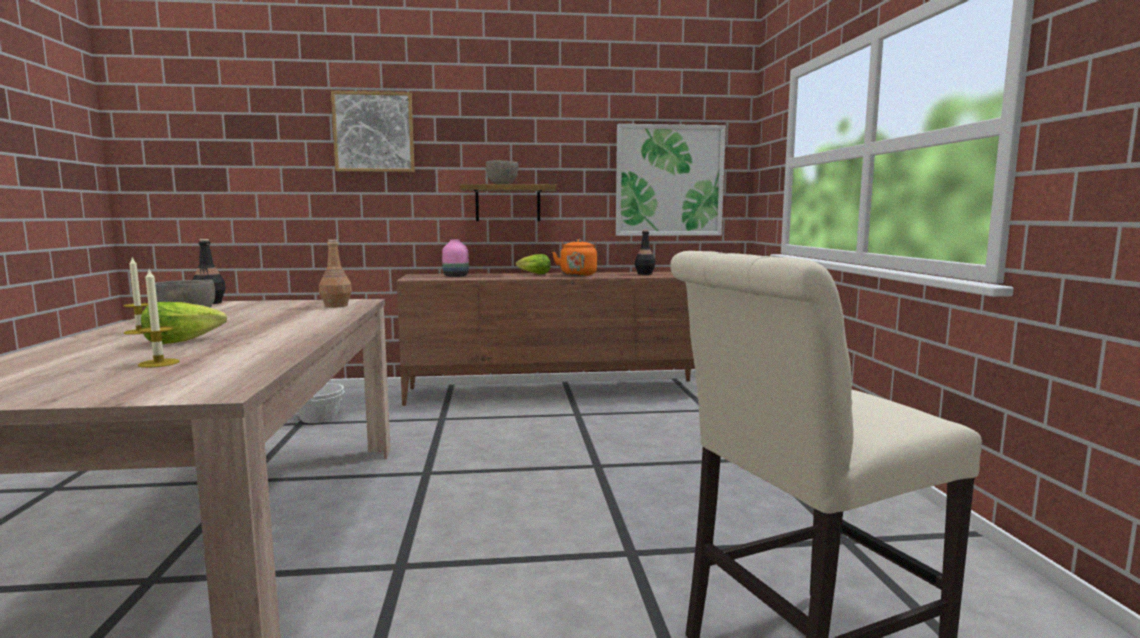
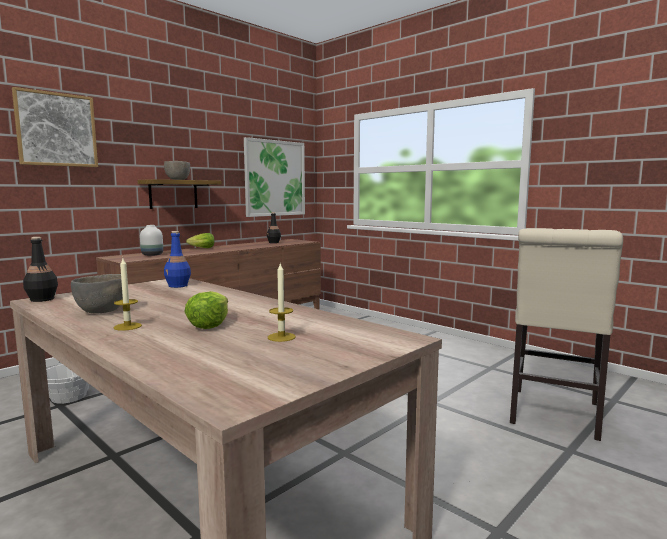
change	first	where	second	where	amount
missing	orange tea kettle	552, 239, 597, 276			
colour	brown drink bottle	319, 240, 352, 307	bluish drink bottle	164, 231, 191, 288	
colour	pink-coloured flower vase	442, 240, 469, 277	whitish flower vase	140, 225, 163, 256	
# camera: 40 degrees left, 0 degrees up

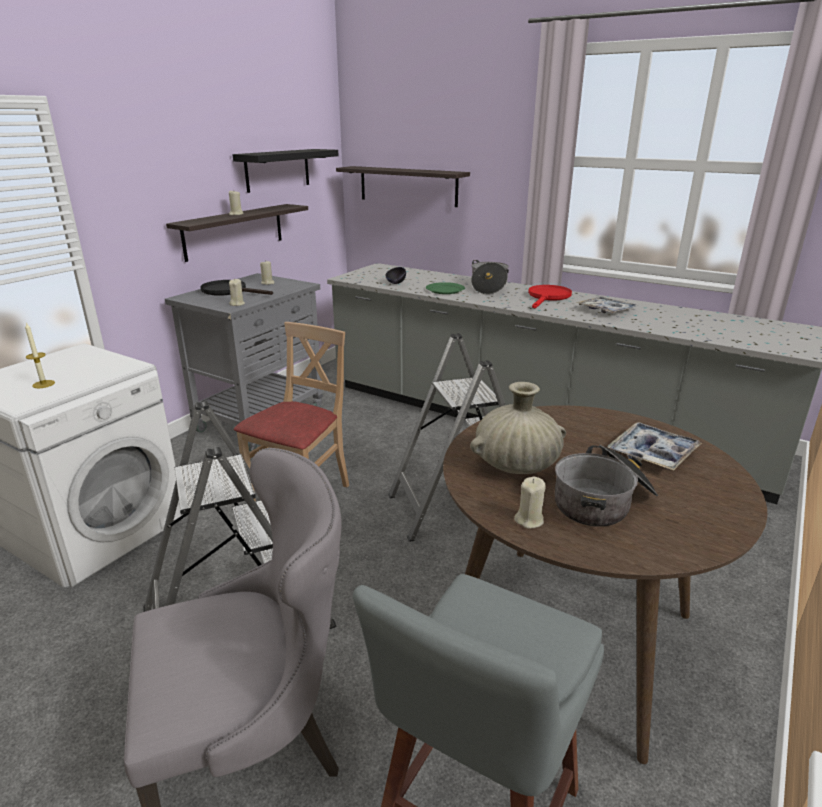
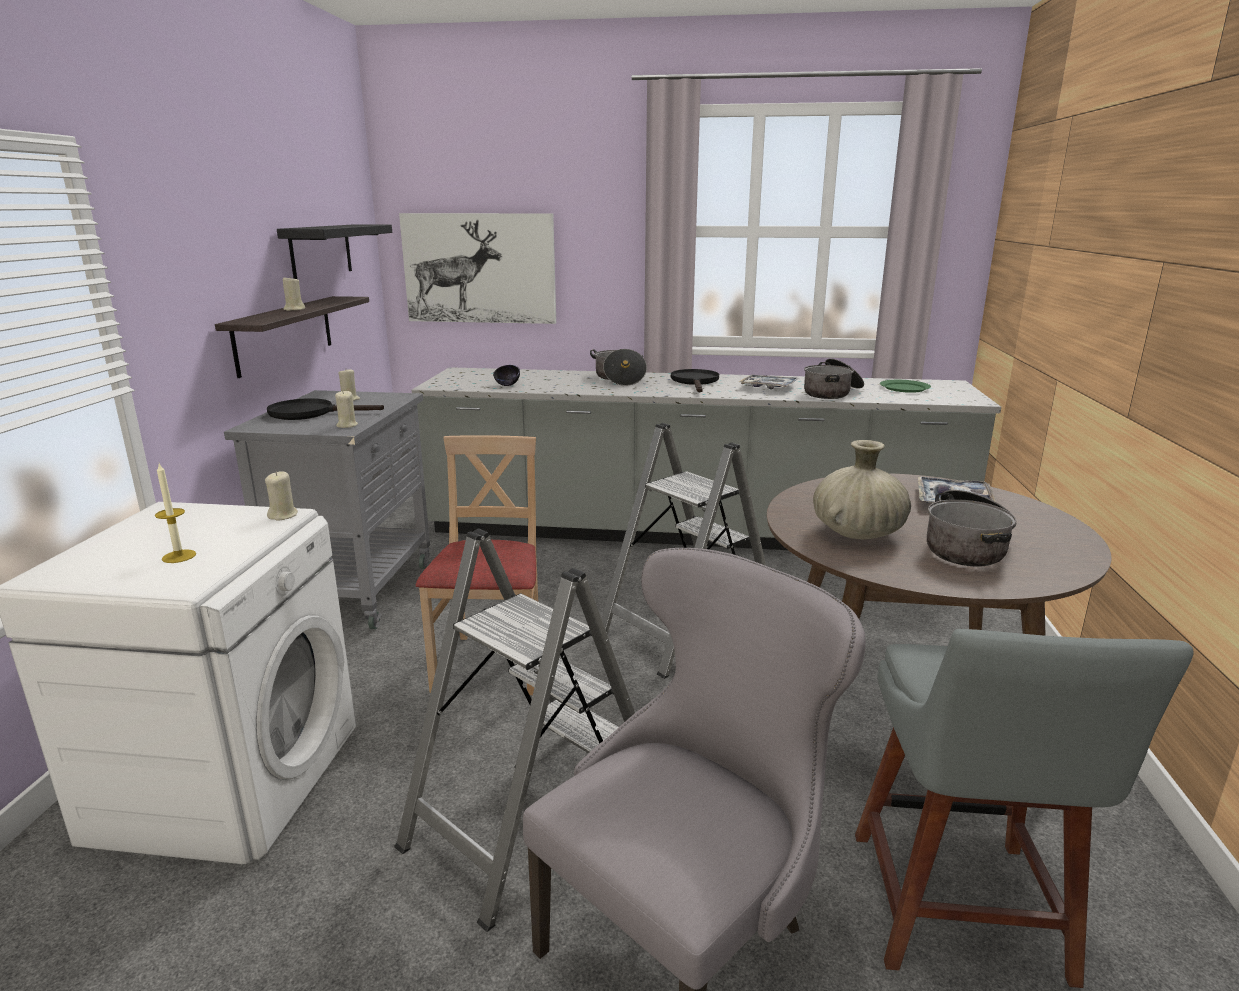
change	first	where	second	where	amount
appeared			saucepot	804, 358, 864, 399	
relocated	green-coloured dinner plate	426, 282, 465, 294		880, 380, 931, 393	
relocated	beige wax candle	514, 477, 546, 529		265, 471, 298, 520	
exchanged	wall shelf	336, 166, 470, 207	picture	399, 213, 556, 324	
colour	red pan	528, 285, 572, 308	black pan	671, 369, 719, 393	
# camera: 25 degrees left, 5 degrees down

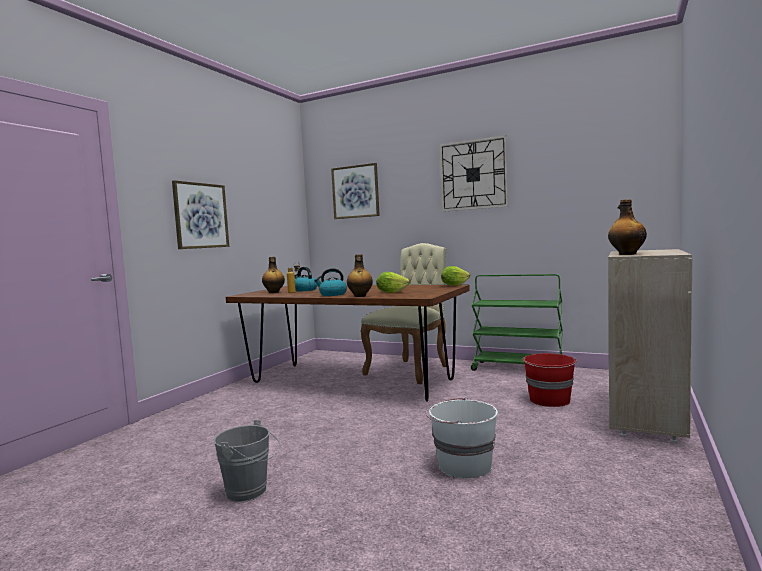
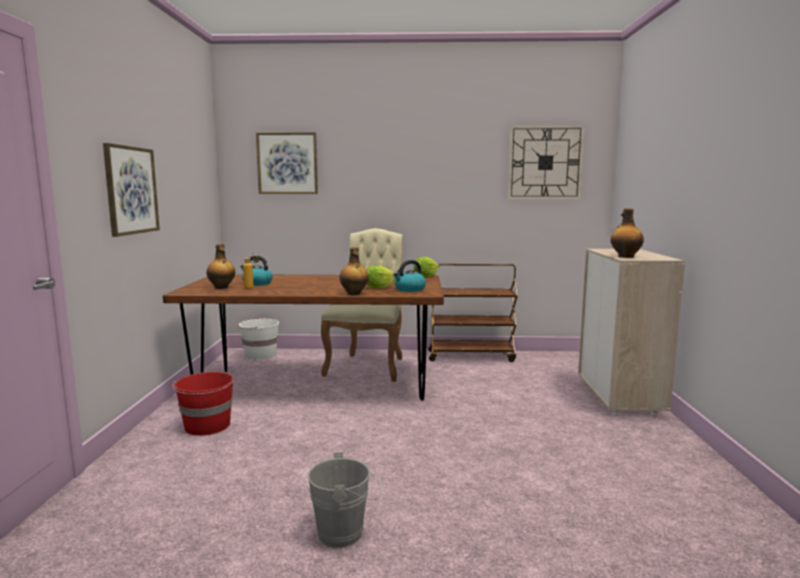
change	first	where	second	where	amount
relocated	tea kettle	314, 268, 347, 296		393, 260, 426, 292	
relocated	whitish pail	426, 397, 498, 479		237, 317, 279, 360	
relocated	wall clock	439, 135, 509, 212		508, 125, 585, 199	
relocated	red pail	523, 353, 577, 407		172, 372, 234, 436	
colour	green-coloured wheeled cart	471, 274, 563, 371	brown wheeled cart	428, 264, 518, 362	
# camera: 25 degrees left, 5 degrees up

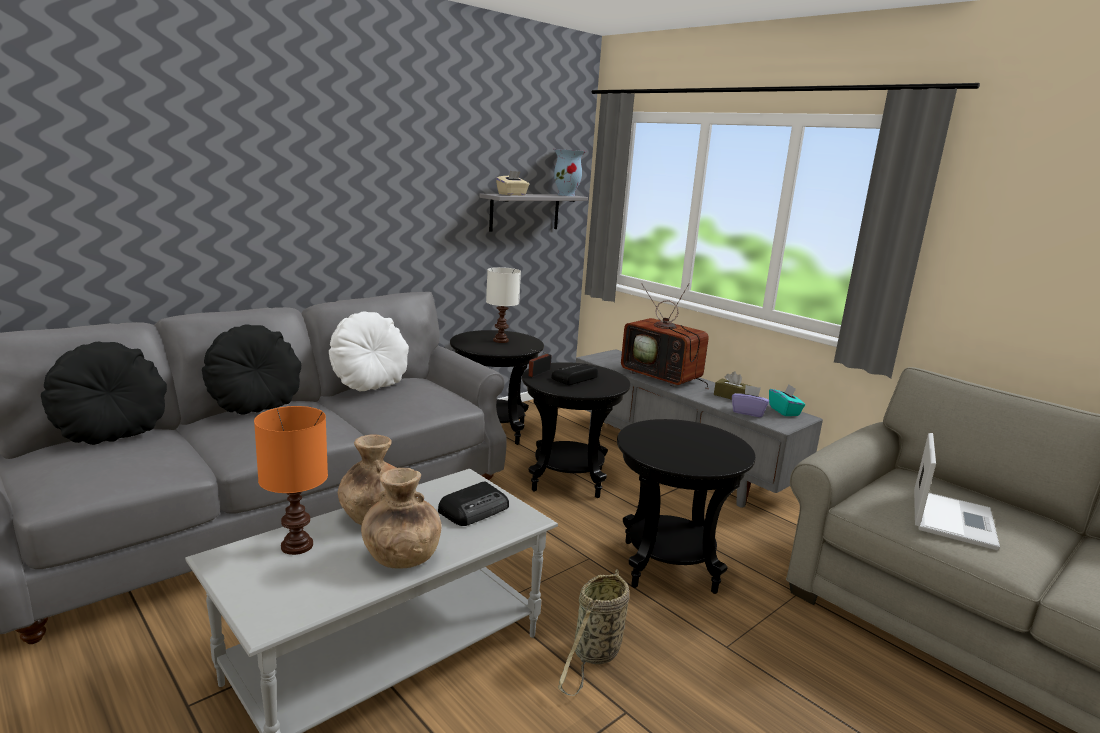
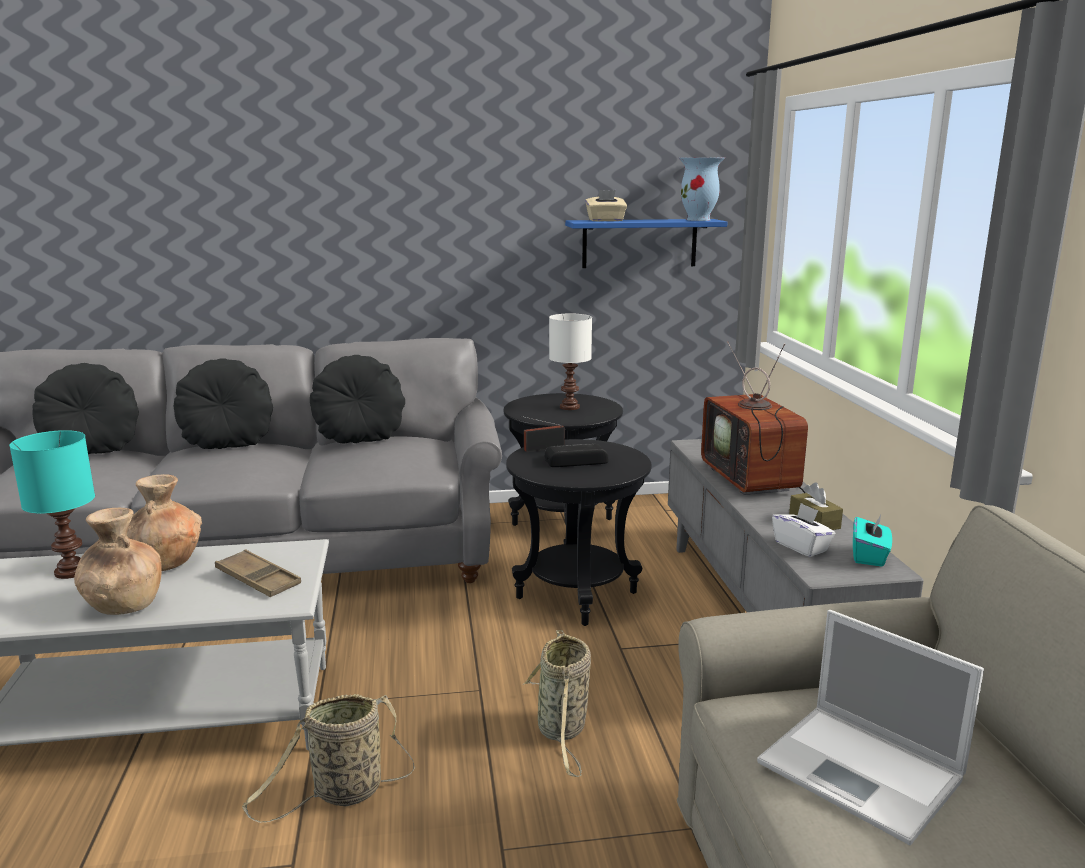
change	first	where	second	where	amount
exchanged	radio	438, 481, 509, 526	brown serving tray	215, 549, 301, 597	
exchanged	black end table	617, 419, 756, 594	storage basket	523, 630, 591, 777	
colour	orange tabletop lamp	254, 406, 328, 555	turquoise tabletop lamp	9, 430, 95, 579	
colour	whitish throw pillow	329, 311, 409, 391	black throw pillow	310, 355, 405, 443	
colour	grey wall shelf	479, 194, 588, 231	bluish wall shelf	565, 219, 727, 268	
colour	purple-coloured tissue holder	732, 385, 769, 417	whitish tissue holder	772, 503, 836, 557	
spun	portable computer	914, 433, 1000, 550		757, 610, 984, 845	75 degrees clockwise
# camera: 35 degrees right, 0 degrees up

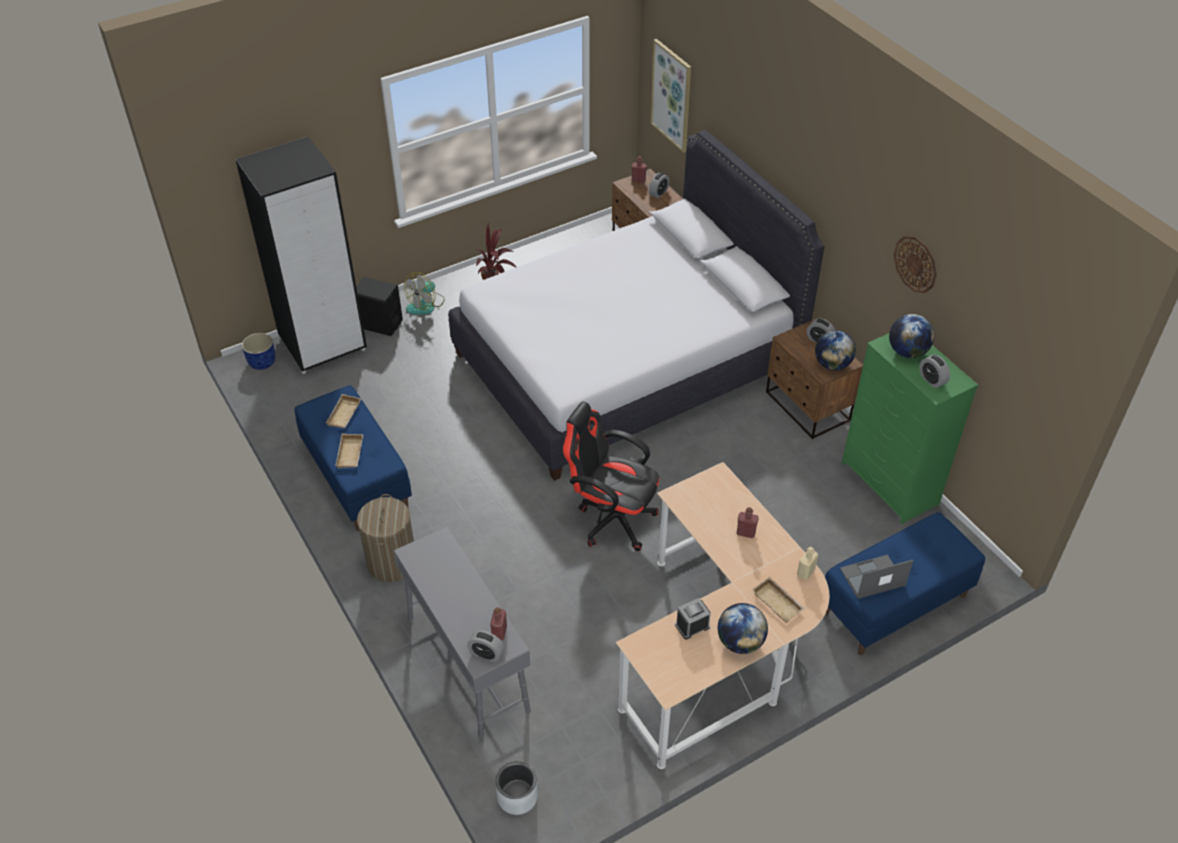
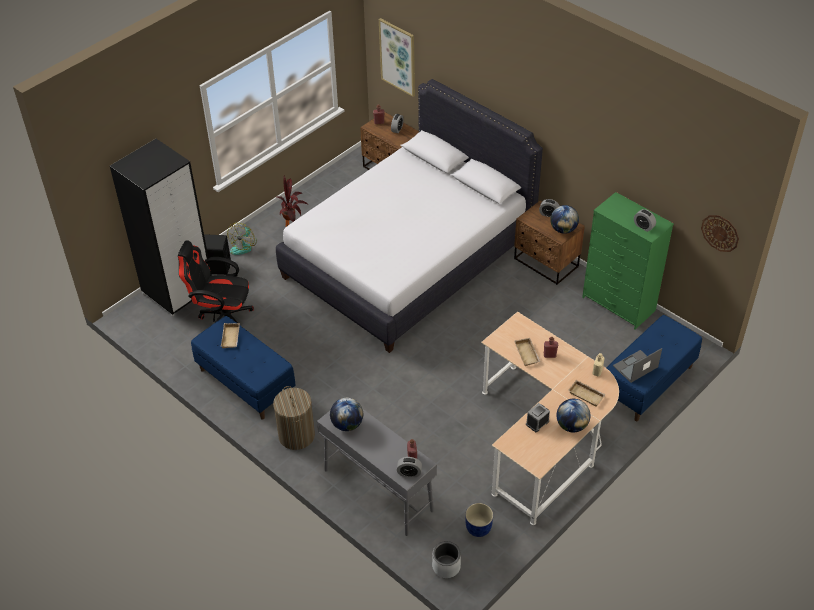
change	first	where	second	where	amount
relocated	bluish planter	242, 333, 275, 370		465, 503, 493, 537	
relocated	beige serving tray	335, 434, 363, 468		514, 338, 541, 366	
relocated	black desk chair	563, 401, 659, 551		178, 240, 254, 323	
relocated	globe	889, 314, 934, 358		330, 398, 363, 431	
relocated	wall clock	894, 236, 937, 293		701, 215, 739, 252	
# camera: 15 degrees left, 0 degrees up

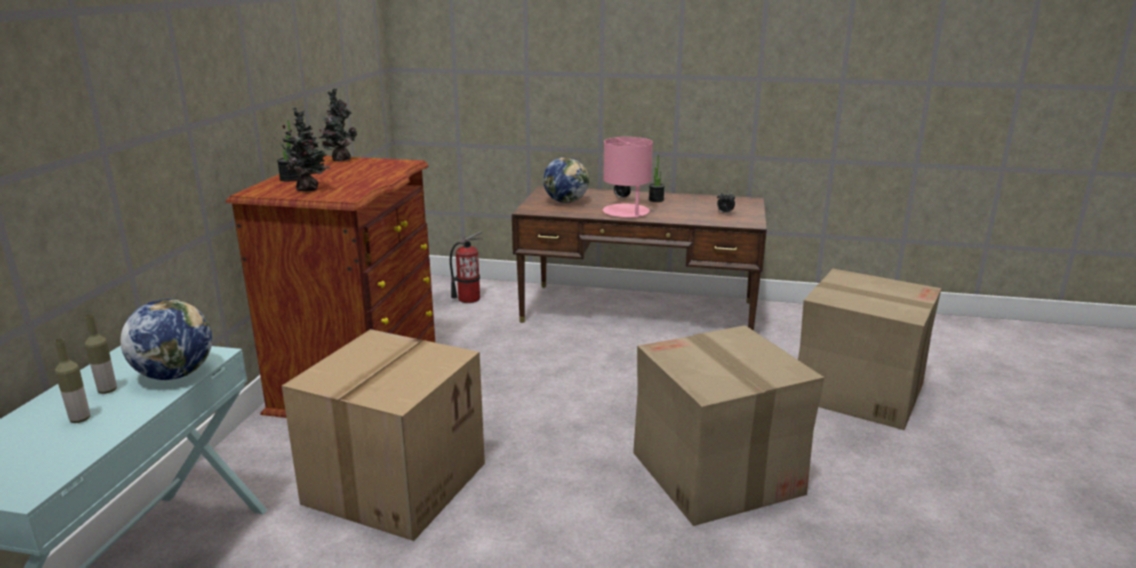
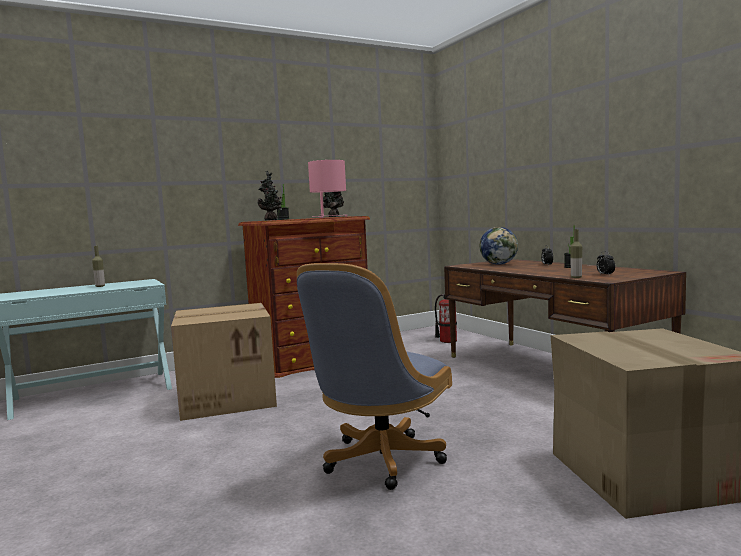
change	first	where	second	where	amount
missing	globe	120, 299, 212, 380			
relocated	drink bottle	55, 339, 90, 423		570, 229, 582, 278	
relocated	pink-coloured tabletop lamp	603, 137, 653, 218		308, 160, 347, 218	
exchanged	cardboard box	633, 325, 824, 526	bluish desk chair	297, 263, 452, 490	
# camera: 50 degrees right, 15 degrees down

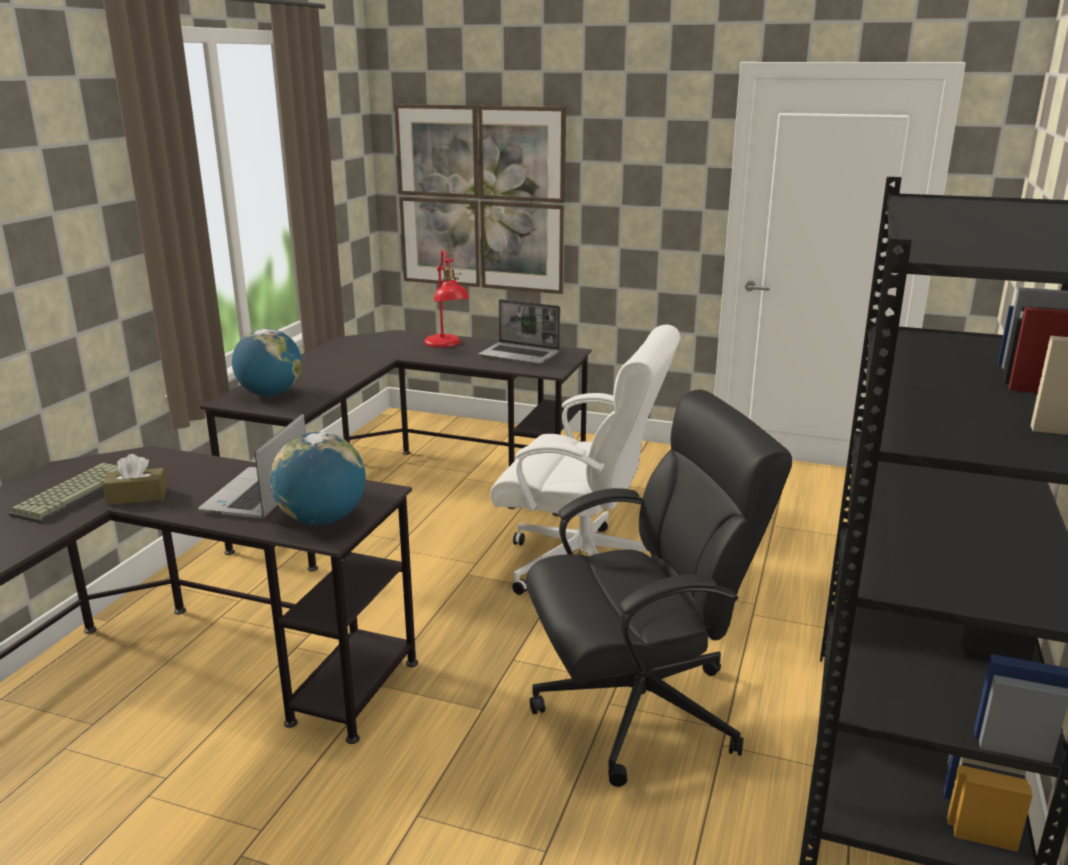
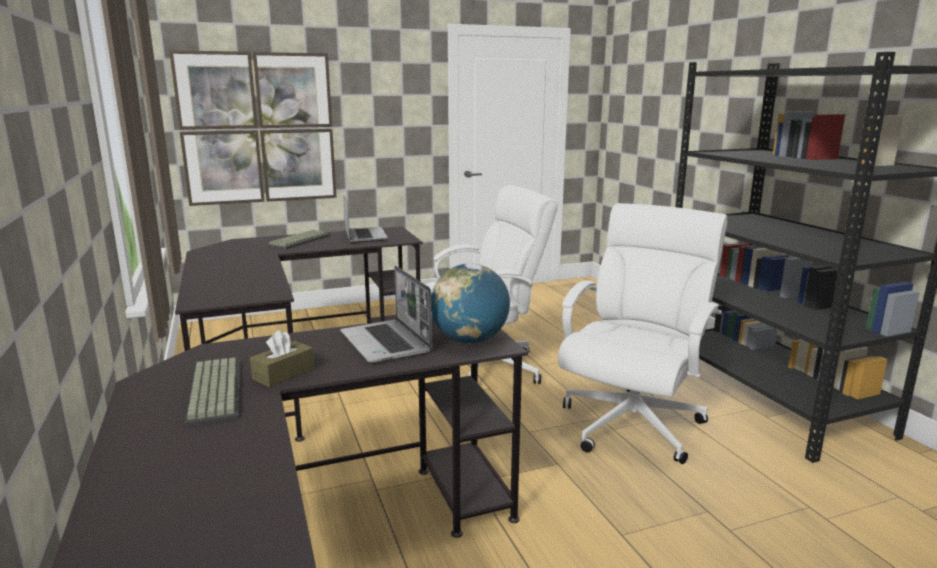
change	first	where	second	where	amount
missing	globe	232, 329, 302, 396			
exchanged	red tabletop lamp	424, 250, 470, 348	computer keyboard	268, 230, 330, 249	
colour	black desk chair	526, 390, 792, 787	whitish desk chair	558, 203, 728, 464	
spun	portable computer	478, 299, 560, 364		343, 196, 388, 243	90 degrees counterclockwise
# camera: 40 degrees left, 5 degrees down

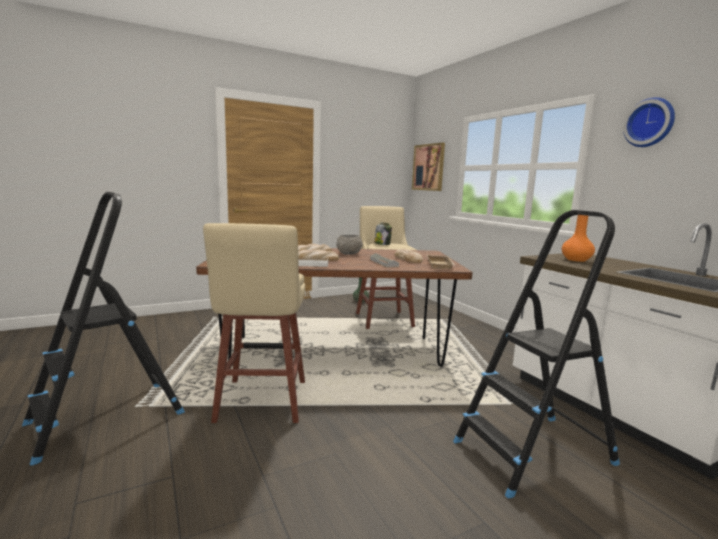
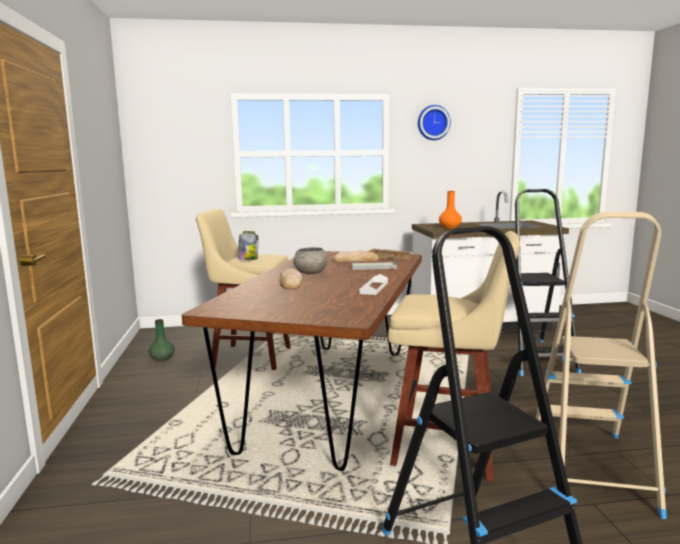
change	first	where	second	where	amount
missing	bread	298, 249, 339, 261			
missing	picture	412, 143, 445, 191			
appeared			beige stepladder	536, 212, 667, 519	
# camera: 70 degrees left, 0 degrees up

